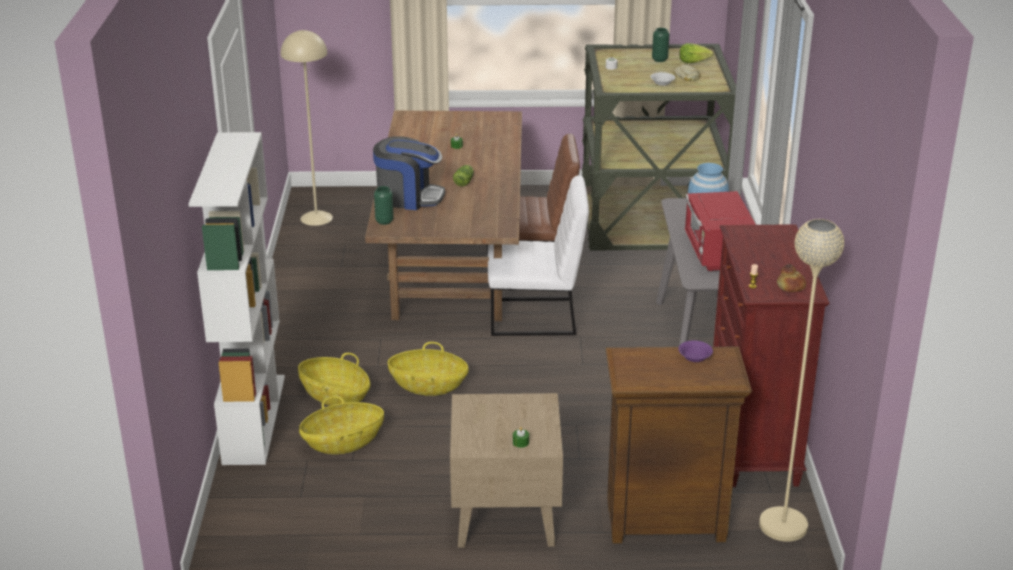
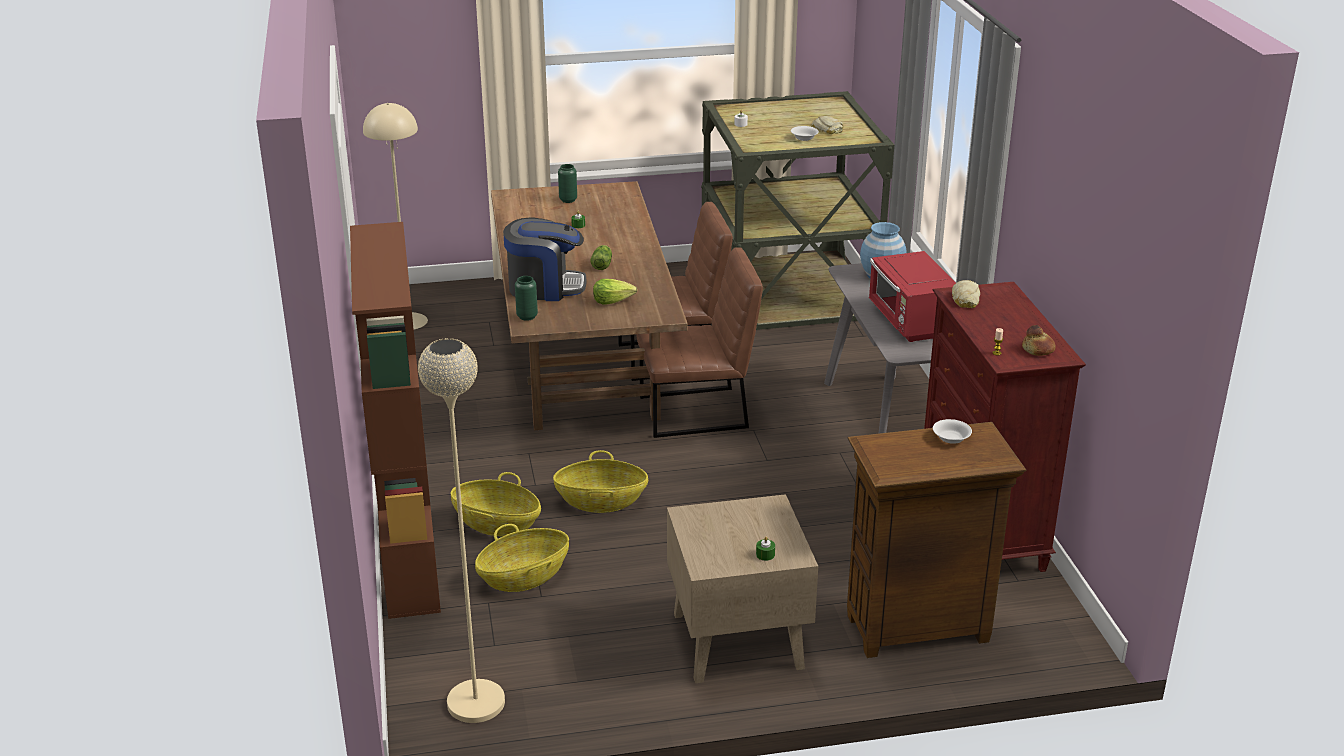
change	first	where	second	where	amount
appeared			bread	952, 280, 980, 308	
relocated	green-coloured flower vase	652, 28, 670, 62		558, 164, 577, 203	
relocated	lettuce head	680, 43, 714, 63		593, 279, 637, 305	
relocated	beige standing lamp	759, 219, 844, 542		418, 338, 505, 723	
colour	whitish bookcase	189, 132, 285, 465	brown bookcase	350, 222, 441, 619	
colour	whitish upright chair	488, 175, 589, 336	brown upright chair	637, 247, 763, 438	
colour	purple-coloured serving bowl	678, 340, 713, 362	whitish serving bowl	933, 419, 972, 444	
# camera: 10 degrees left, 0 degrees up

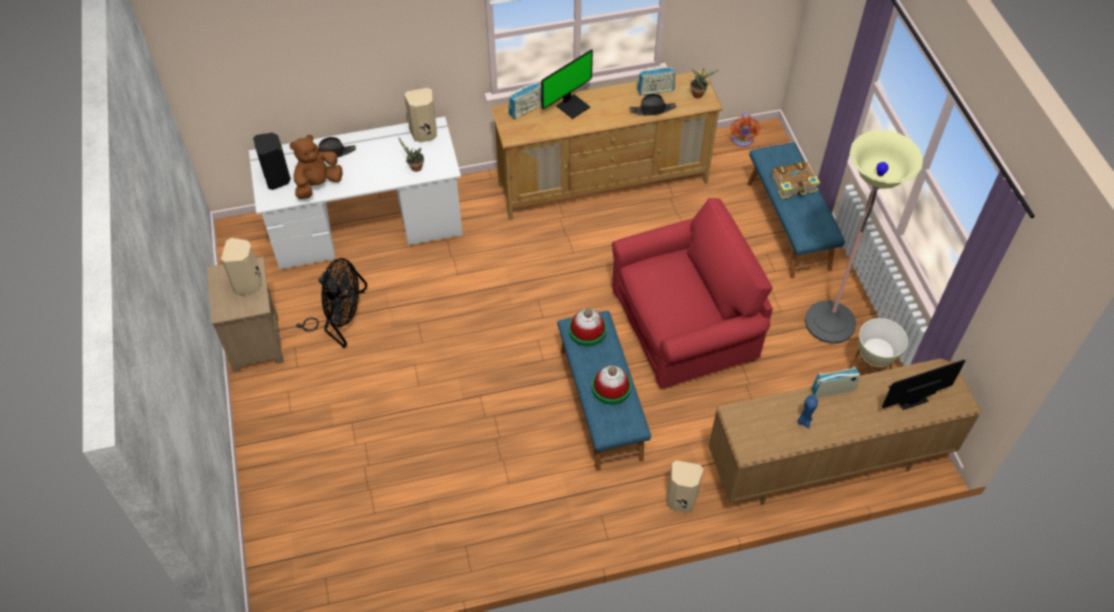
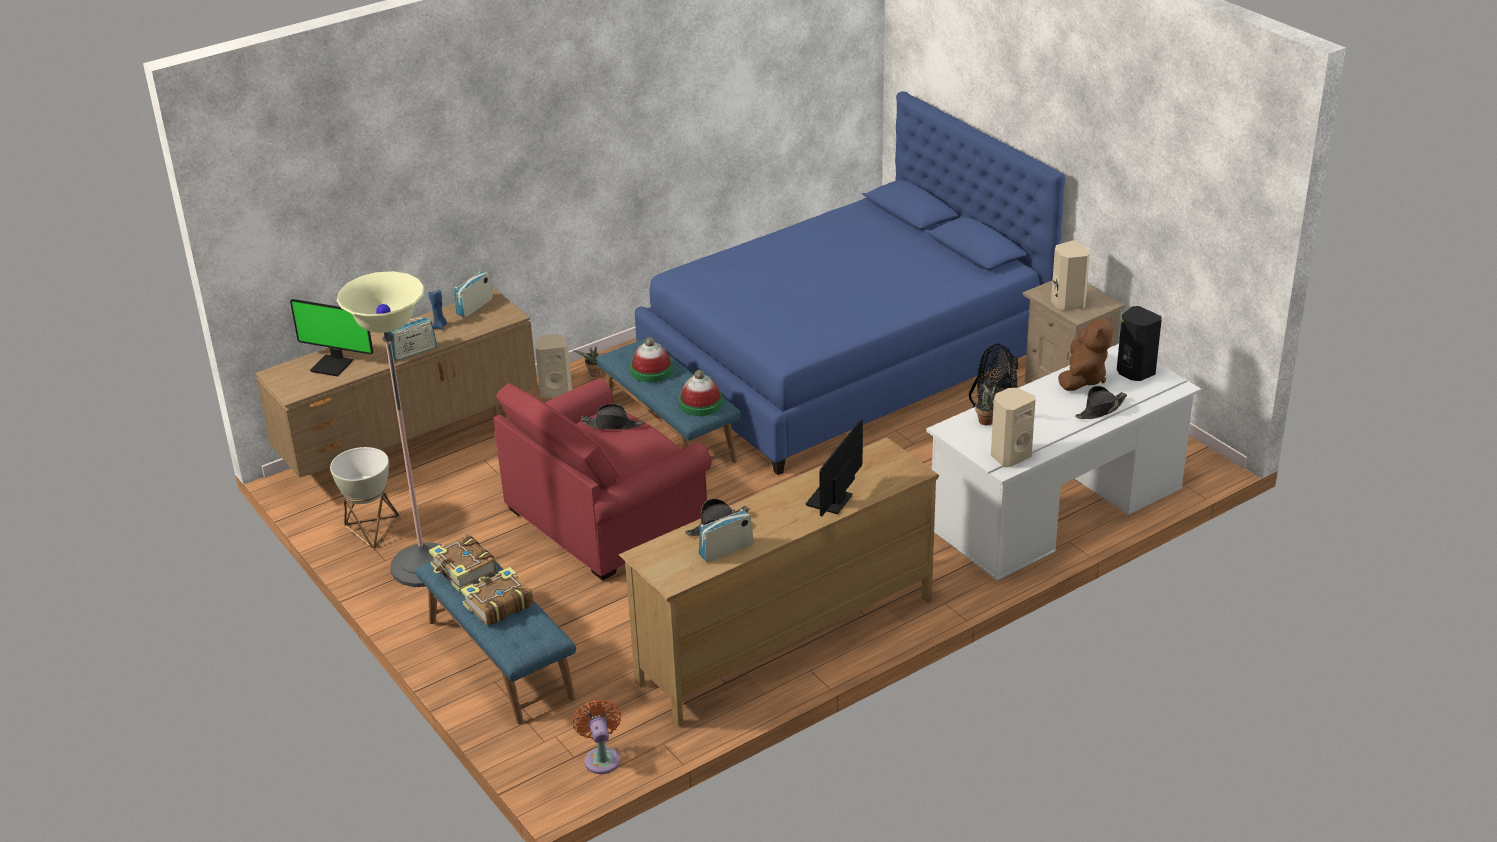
change	first	where	second	where	amount
appeared			book	429, 534, 497, 592	
appeared			black clothing hat	581, 404, 643, 429	
appeared			bluish sleeping bed	635, 91, 1065, 475	
relocated	radio	508, 82, 542, 119		454, 268, 493, 317	
relocated	potted plant	690, 69, 720, 98		573, 346, 606, 377	
spun	computer display	882, 360, 965, 410		290, 299, 373, 377	60 degrees clockwise
# camera: 160 degrees right, 20 degrees down

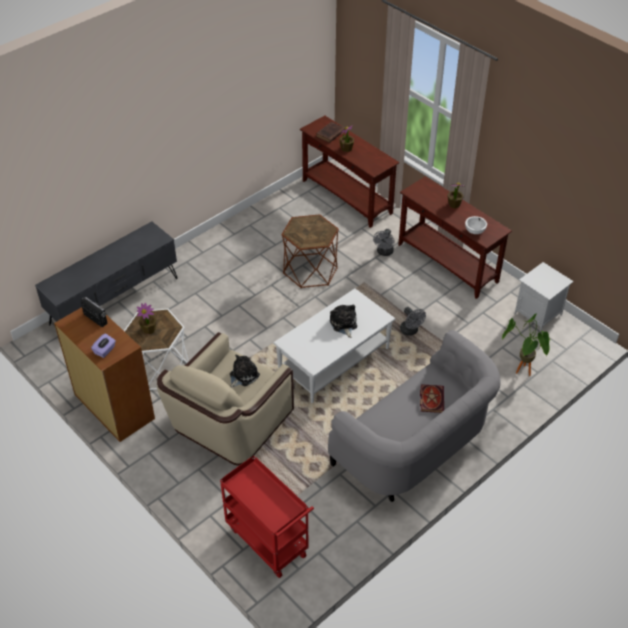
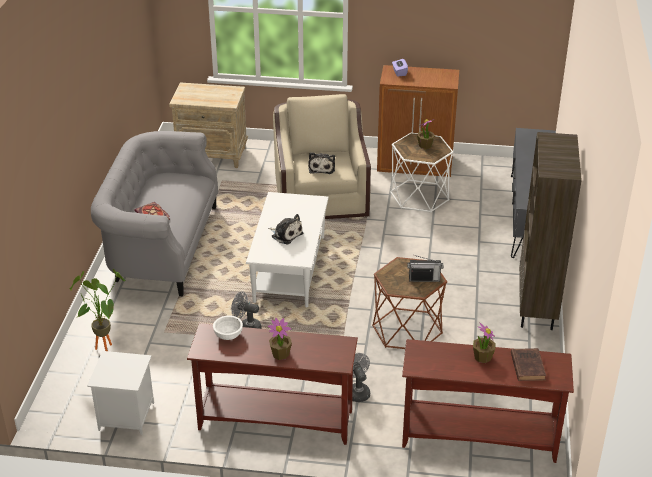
change	first	where	second	where	amount
appeared			brown bookcase	519, 132, 582, 330	
relocated	radio	81, 297, 108, 327		407, 255, 443, 282	
exchanged	red wheeled cart	220, 456, 314, 578	beige nightstand	169, 82, 248, 168	
# camera: 140 degrees right, 10 degrees down

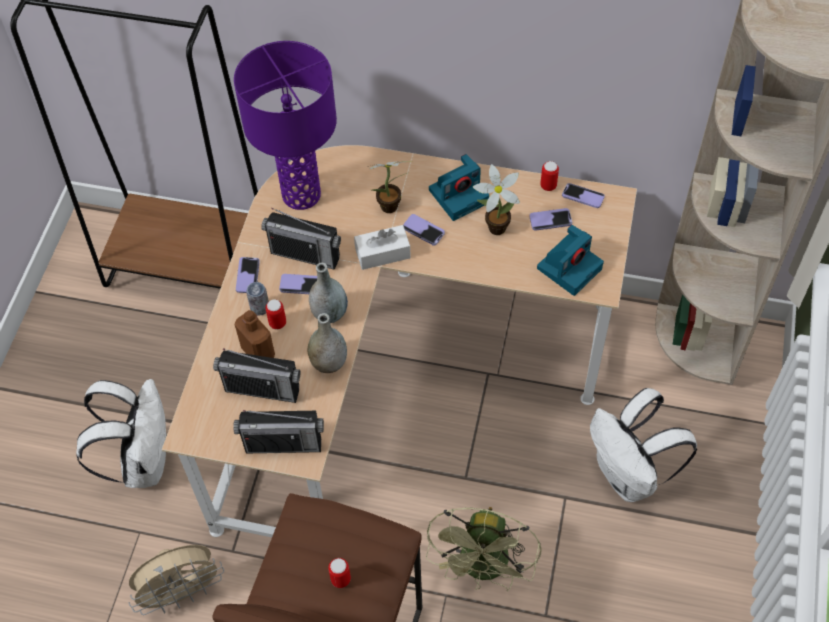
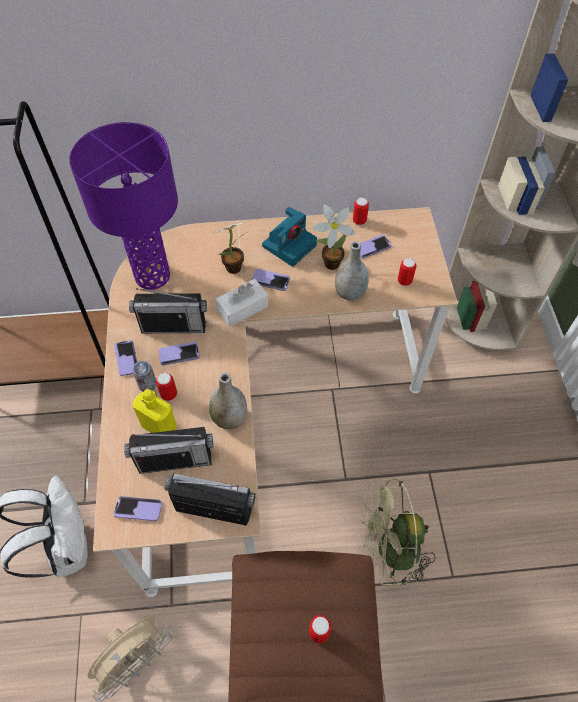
change	first	where	second	where	amount
missing	whitish backpack	590, 388, 697, 502			
relocated	grey flower vase	309, 263, 348, 323		335, 241, 369, 301	
relocated	phone	562, 183, 605, 208		114, 496, 162, 521	
exchanged	photo camera	537, 225, 604, 296	sealed can	398, 258, 416, 286	
colour	brown drink bottle	235, 310, 275, 358	yellow-coloured drink bottle	133, 389, 177, 433	
spun	radio	233, 410, 324, 453		164, 473, 256, 525	150 degrees counterclockwise
spun	green-coloured cooling fan	426, 507, 542, 591		361, 478, 435, 587	90 degrees clockwise
# camera: 20 degrees left, 0 degrees up

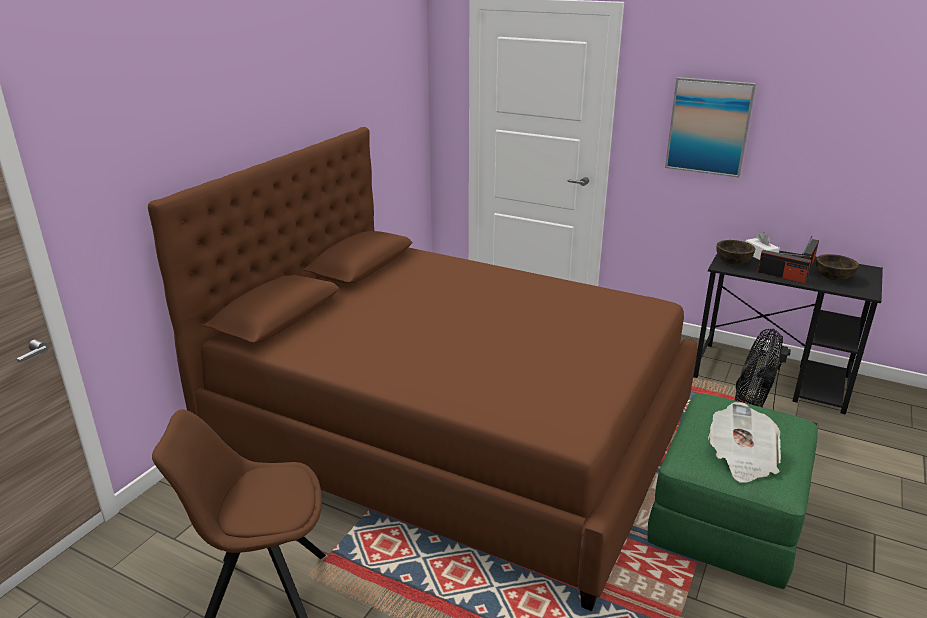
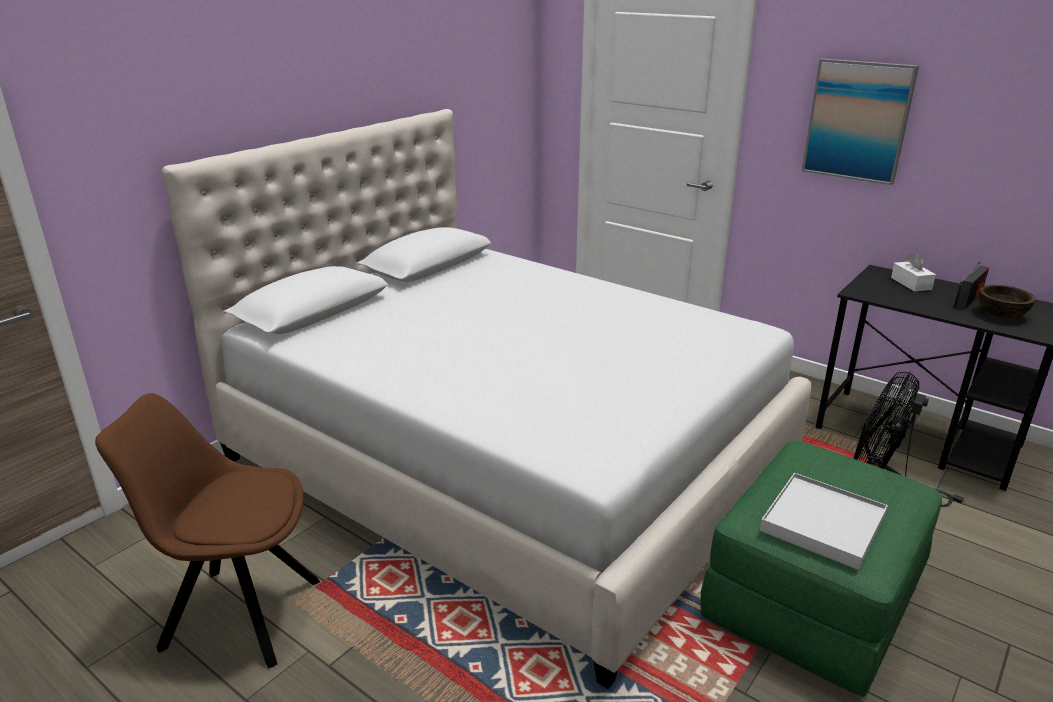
change	first	where	second	where	amount
missing	brown serving bowl	717, 240, 756, 264			
missing	radio	757, 250, 812, 284			
exchanged	daily paper	708, 402, 781, 483	whitish serving tray	760, 473, 888, 570	
colour	brown sleeping bed	148, 127, 698, 611	whitish sleeping bed	162, 109, 811, 689	
# camera: 10 degrees right, 0 degrees up

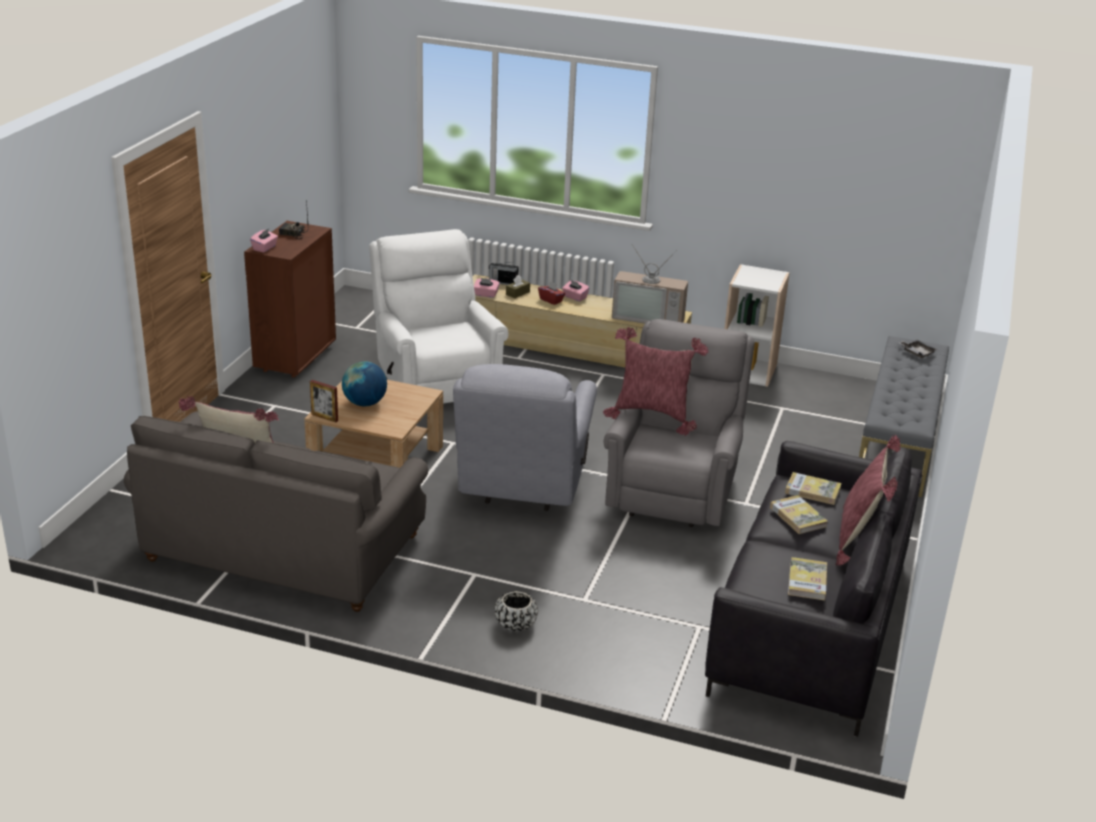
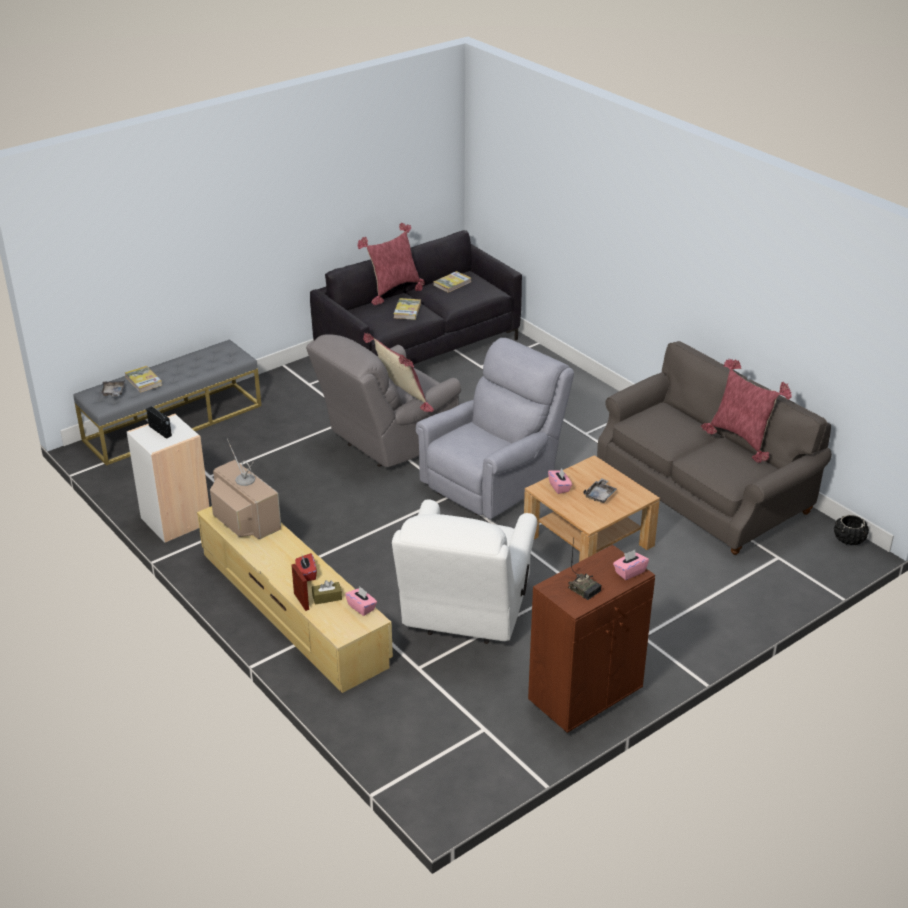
change	first	where	second	where	amount
relocated	standing frame	310, 380, 338, 422		291, 564, 309, 611	
relocated	radio	489, 262, 519, 285		146, 404, 172, 439	
relocated	black planter	495, 591, 538, 631		834, 515, 869, 545	
relocated	pink-coloured tissue holder	562, 280, 589, 301		548, 467, 572, 494	
relocated	book	785, 472, 842, 505		125, 366, 162, 393	
exchanged	globe	342, 361, 387, 406	grey serving tray	583, 479, 617, 503	
# camera: 145 degrees left, 5 degrees up

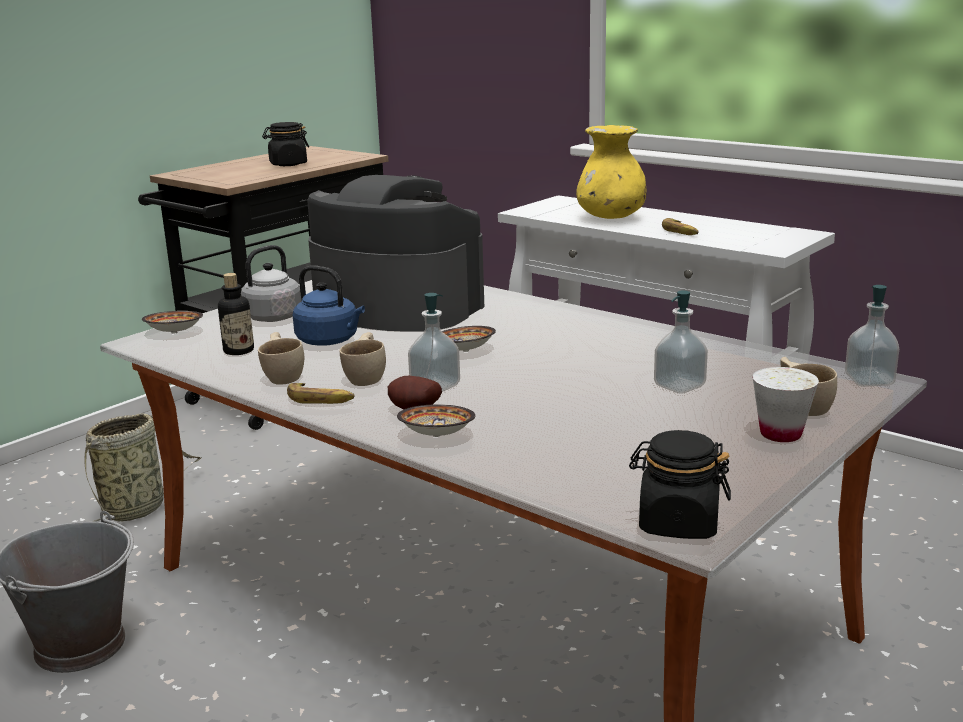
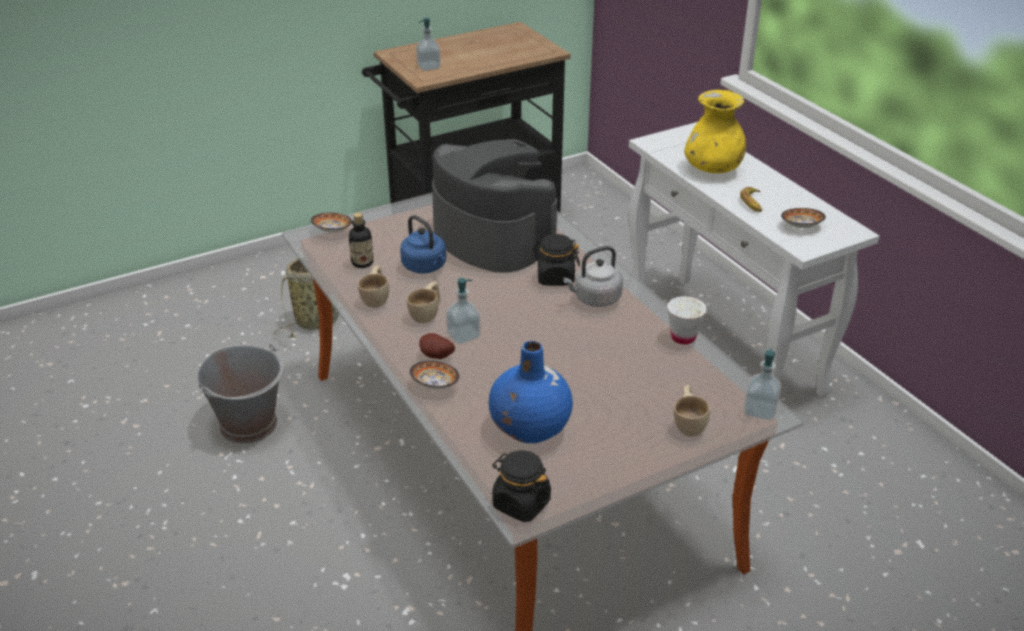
change	first	where	second	where	amount
missing	banana	287, 383, 355, 404			
appeared			bluish flower vase	489, 341, 573, 443	
relocated	grey tea kettle	241, 245, 301, 322		563, 246, 623, 307	
relocated	black jar	262, 122, 309, 166		532, 234, 580, 286	
relocated	serving bowl	442, 326, 496, 352		781, 208, 826, 228	
relocated	liquid soap bottle	654, 291, 708, 394		416, 18, 441, 71	
relocated	whitish small cup	752, 367, 819, 442		667, 296, 707, 344	
# camera: 20 degrees right, 15 degrees up

